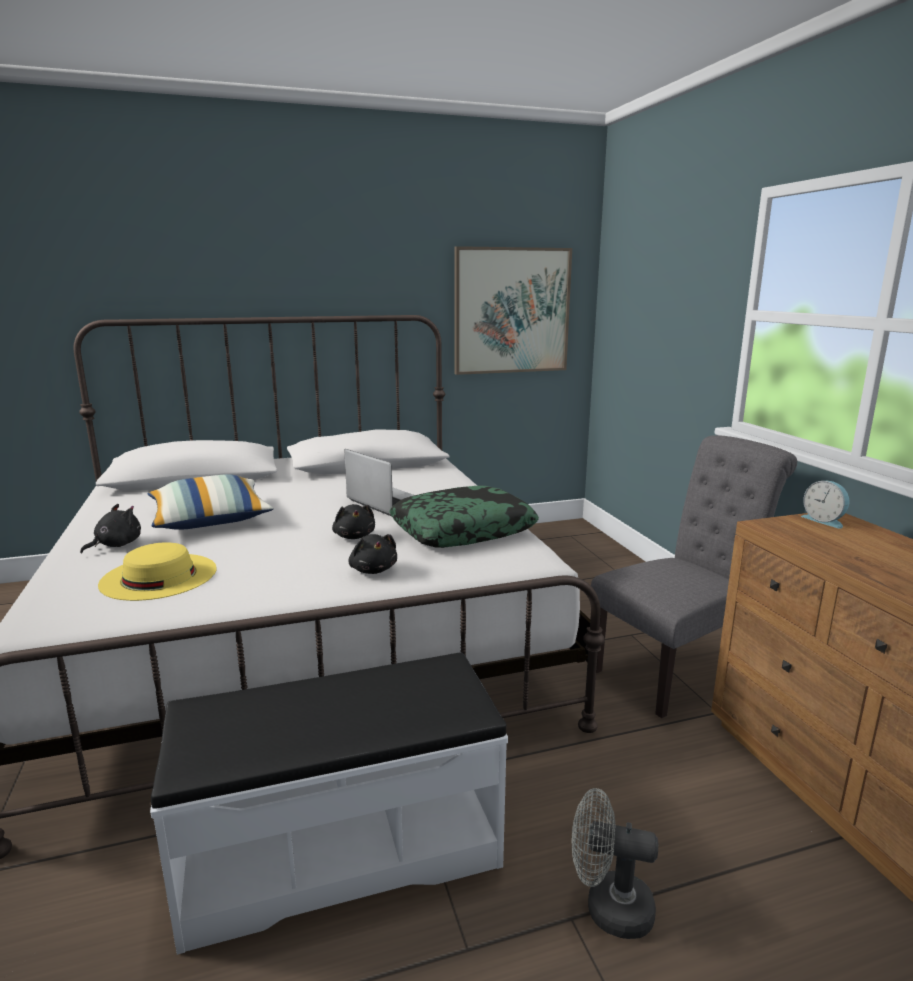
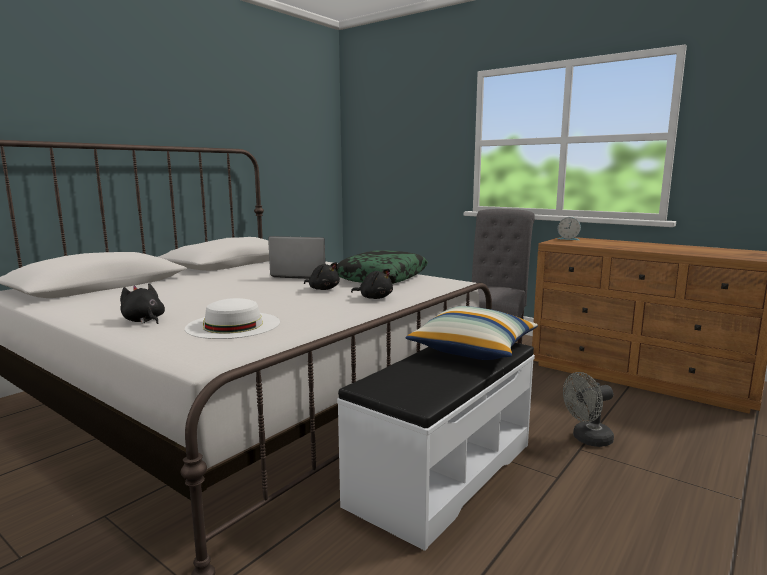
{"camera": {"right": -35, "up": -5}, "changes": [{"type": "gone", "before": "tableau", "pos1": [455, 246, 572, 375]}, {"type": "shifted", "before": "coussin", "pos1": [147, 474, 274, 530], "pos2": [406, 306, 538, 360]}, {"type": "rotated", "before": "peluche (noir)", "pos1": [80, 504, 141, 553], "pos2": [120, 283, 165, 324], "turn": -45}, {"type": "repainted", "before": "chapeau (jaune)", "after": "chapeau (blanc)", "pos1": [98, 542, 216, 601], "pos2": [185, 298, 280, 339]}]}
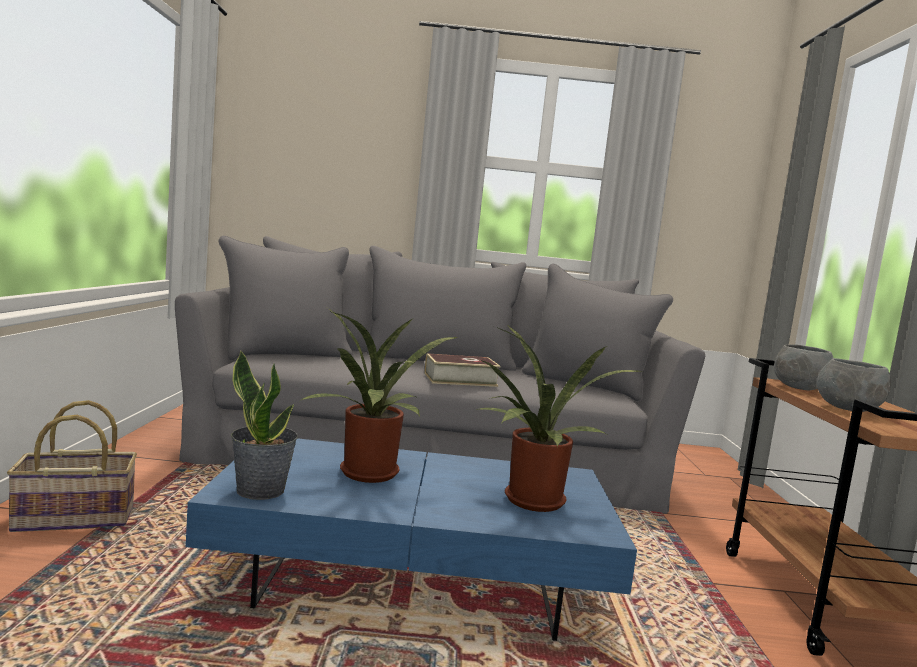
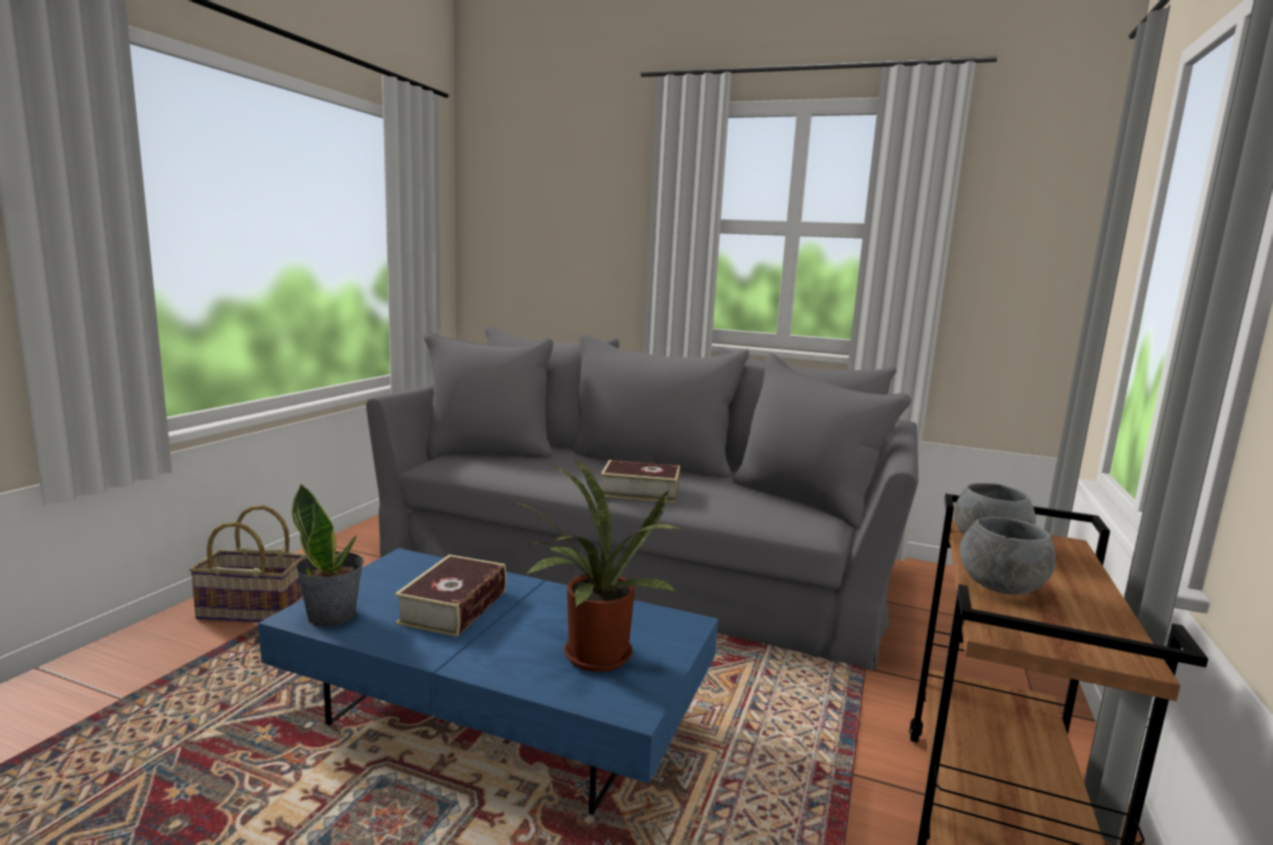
{"camera": {"right": 20, "up": 5}, "changes": [{"type": "swapped", "before": "plante en pot", "after": "livre", "pos1": [300, 308, 457, 483], "pos2": [395, 555, 507, 637]}]}
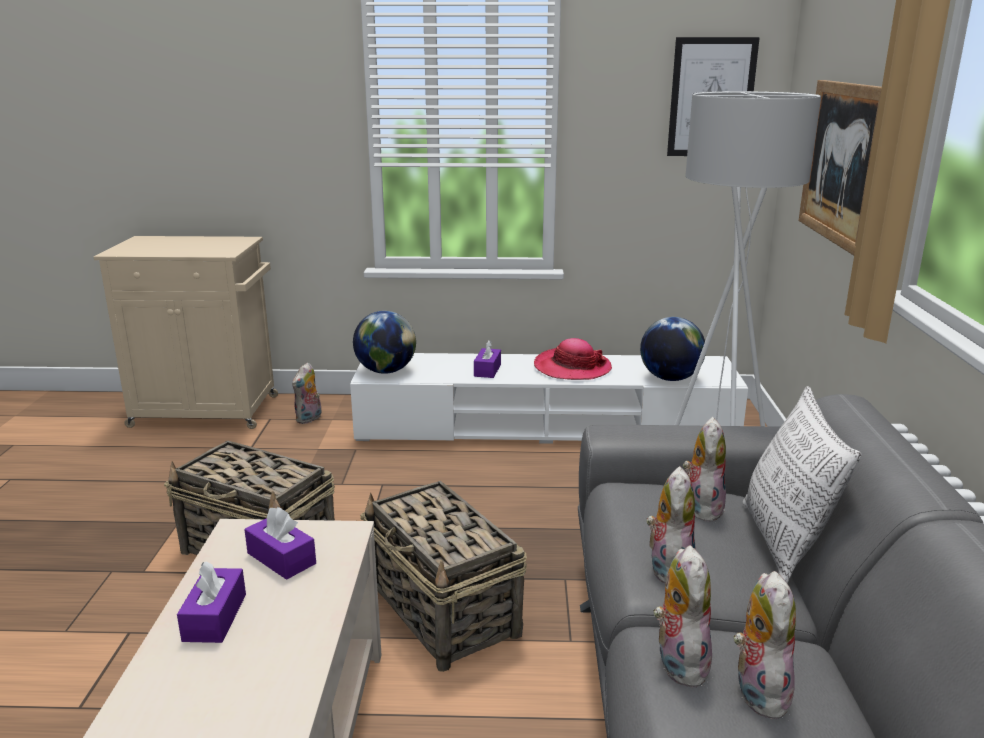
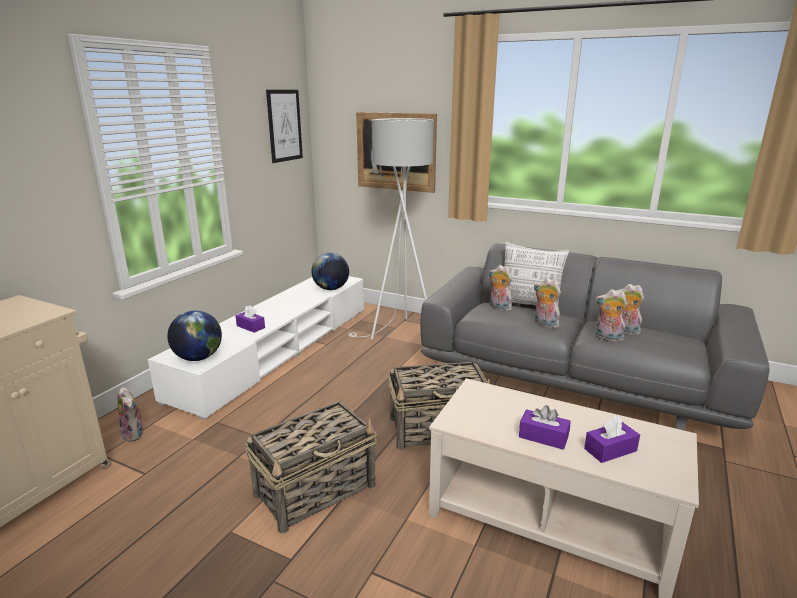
{"camera": {"right": -65, "up": 0}, "changes": [{"type": "gone", "before": "chapeau", "pos1": [534, 338, 612, 380]}, {"type": "shifted", "before": "boîte à mouchoirs (violet)", "pos1": [244, 507, 316, 580], "pos2": [584, 415, 640, 463]}]}
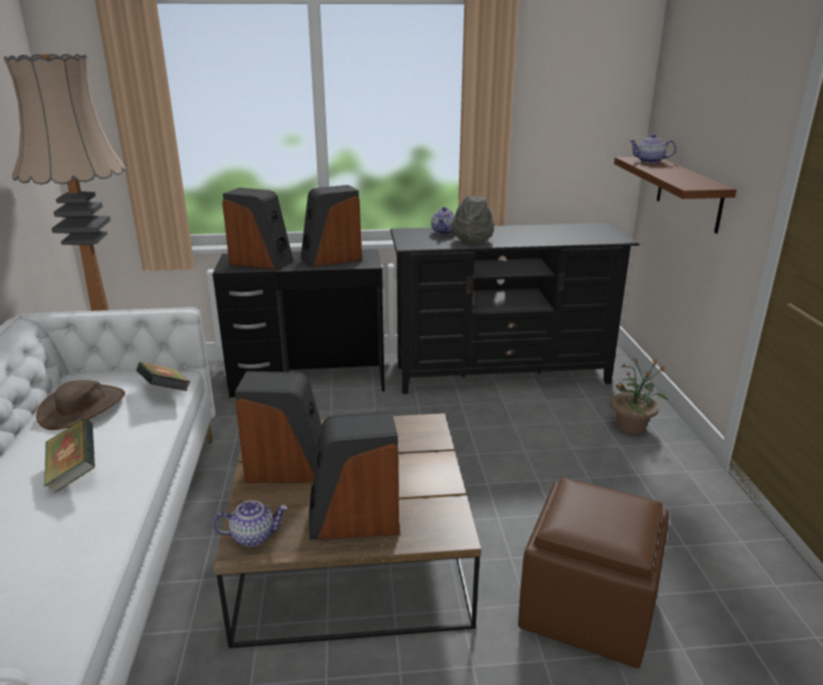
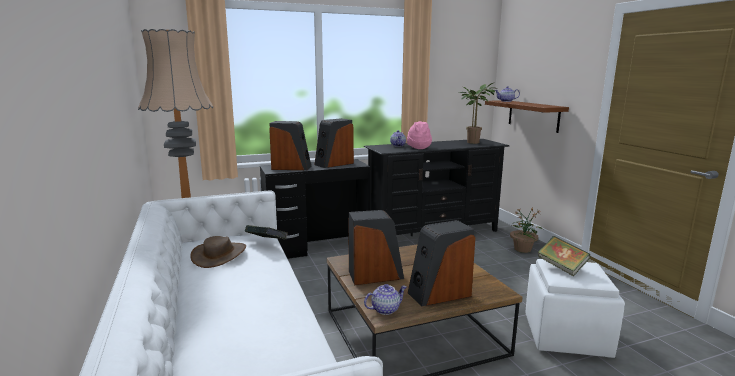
{"camera": {"right": -15, "up": -10}, "changes": [{"type": "repainted", "before": "chapeau (gris)", "after": "chapeau (rose)", "pos1": [452, 195, 494, 244], "pos2": [407, 121, 432, 149]}, {"type": "shifted", "before": "livre", "pos1": [44, 418, 95, 493], "pos2": [538, 236, 590, 277]}, {"type": "repainted", "before": "pouf (marron)", "after": "pouf (blanc)", "pos1": [518, 477, 669, 668], "pos2": [525, 259, 625, 358]}, {"type": "new", "after": "plante en pot", "pos2": [459, 82, 498, 144]}]}
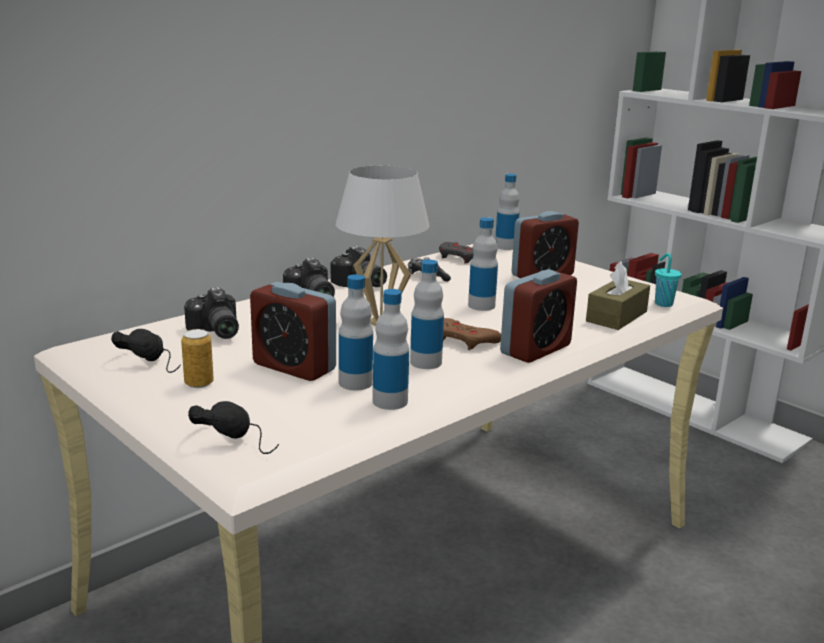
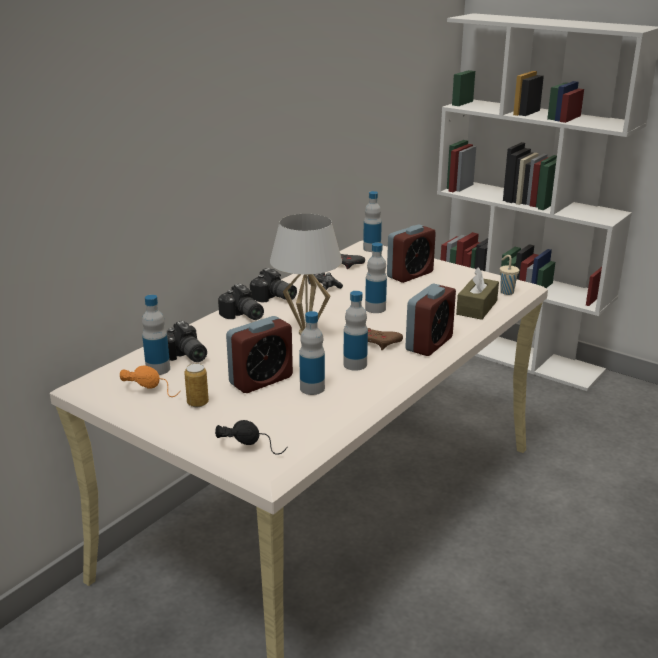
{"camera": {"right": -10, "up": 5}, "changes": [{"type": "repainted", "before": "tasse (turquoise)", "after": "tasse (beige)", "pos1": [655, 253, 682, 307], "pos2": [500, 255, 519, 295]}, {"type": "rotated", "before": "réveil", "pos1": [250, 282, 336, 381], "pos2": [226, 316, 293, 393], "turn": -60}, {"type": "shifted", "before": "bouteille", "pos1": [373, 289, 409, 410], "pos2": [142, 295, 170, 375]}, {"type": "repainted", "before": "casque audio (noir)", "after": "casque audio (orange)", "pos1": [111, 329, 180, 373], "pos2": [120, 365, 181, 397]}]}
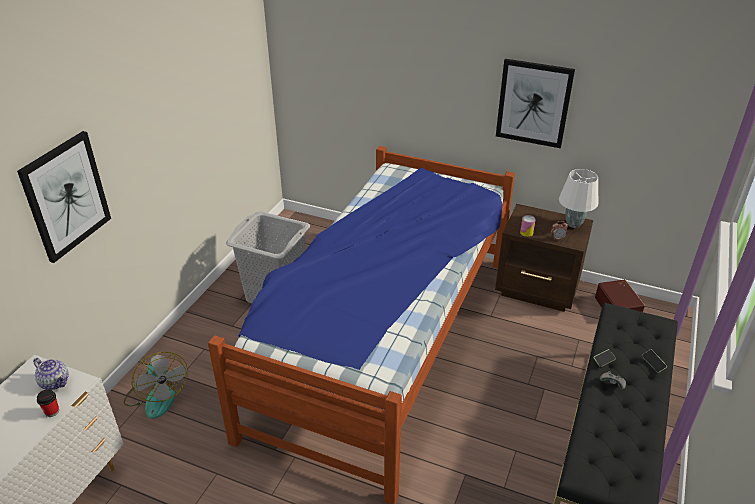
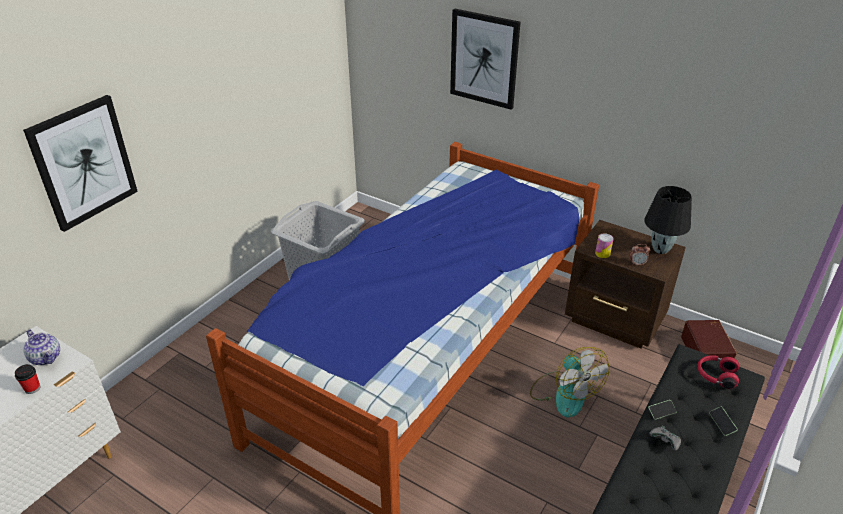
{"camera": {"right": 10, "up": 0}, "changes": [{"type": "shifted", "before": "tableau", "pos1": [496, 59, 575, 148], "pos2": [450, 9, 521, 110]}, {"type": "repainted", "before": "lampe de table (blanc)", "after": "lampe de table (noir)", "pos1": [559, 169, 598, 228], "pos2": [644, 186, 692, 254]}, {"type": "shifted", "before": "ventilateur", "pos1": [123, 352, 188, 419], "pos2": [530, 347, 610, 418]}, {"type": "new", "after": "casque audio (rouge)", "pos2": [697, 355, 739, 389]}]}
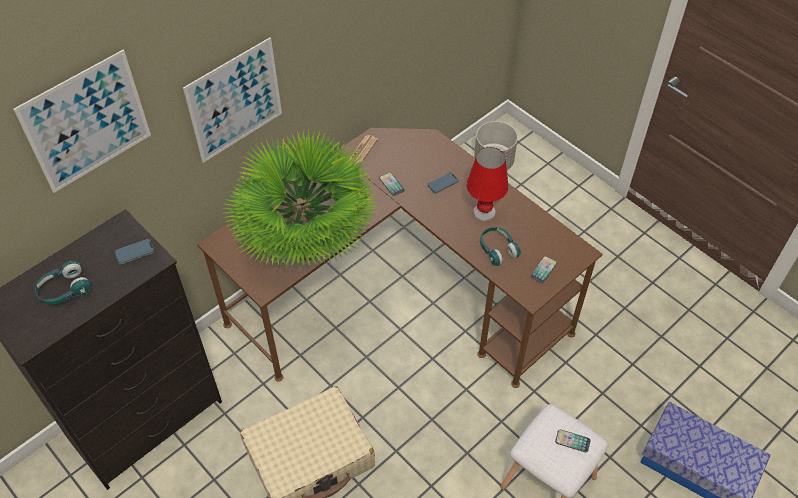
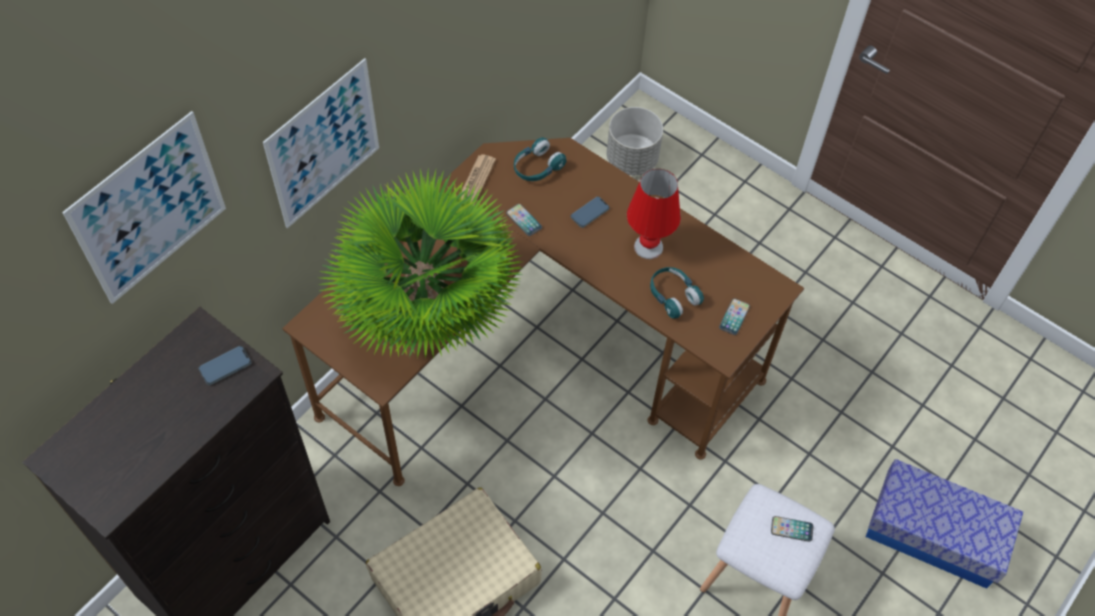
{"camera": {"right": -10, "up": 5}, "changes": [{"type": "shifted", "before": "casque audio (turquoise)", "pos1": [35, 260, 91, 305], "pos2": [514, 137, 566, 181]}]}
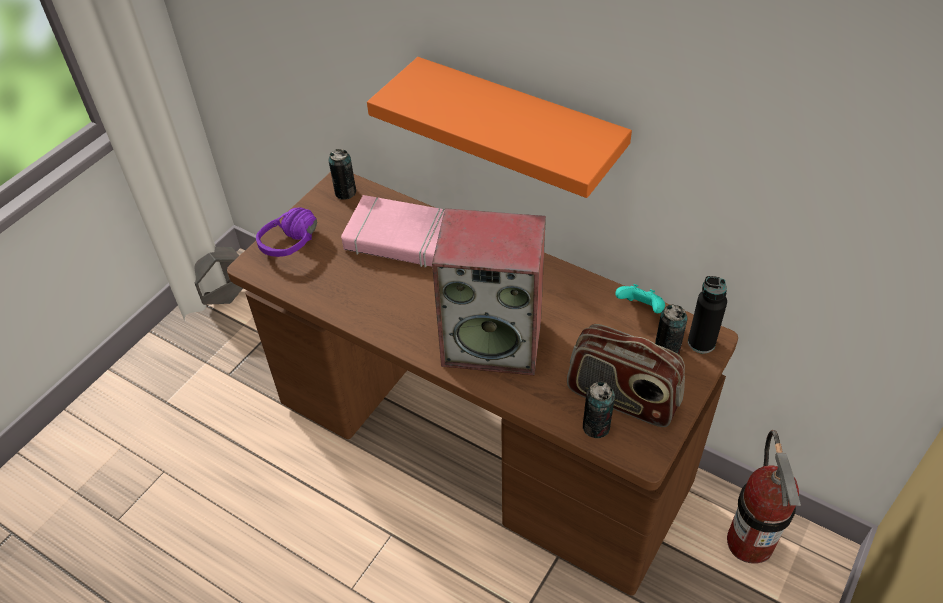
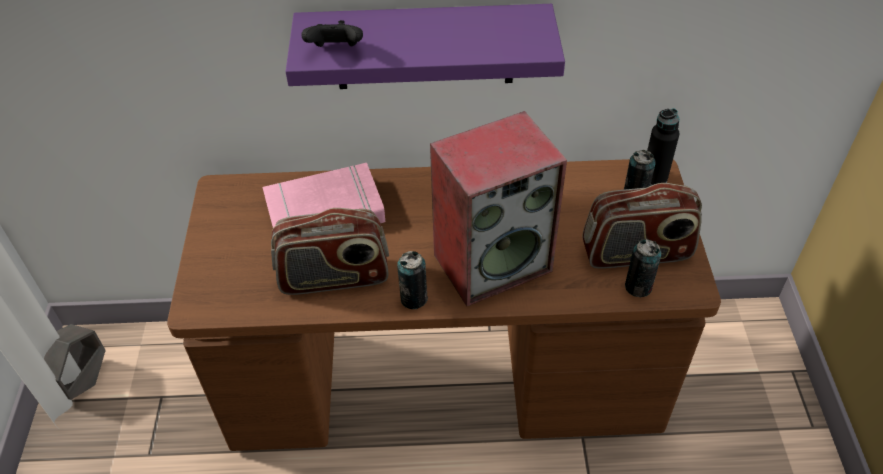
{"camera": {"right": -35, "up": 0}, "changes": [{"type": "repainted", "before": "étagère (orange)", "after": "étagère (violet)", "pos1": [367, 57, 632, 198], "pos2": [285, 4, 565, 89]}, {"type": "shifted", "before": "boîte métallique", "pos1": [329, 149, 356, 199], "pos2": [397, 251, 428, 309]}, {"type": "gone", "before": "casque audio (violet)", "pos1": [256, 207, 317, 257]}, {"type": "gone", "before": "manette (turquoise)", "pos1": [615, 284, 665, 313]}, {"type": "gone", "before": "extincteur", "pos1": [727, 430, 801, 564]}, {"type": "new", "after": "manette (noir)", "pos2": [302, 20, 363, 47]}, {"type": "new", "after": "radio", "pos2": [271, 208, 389, 295]}]}
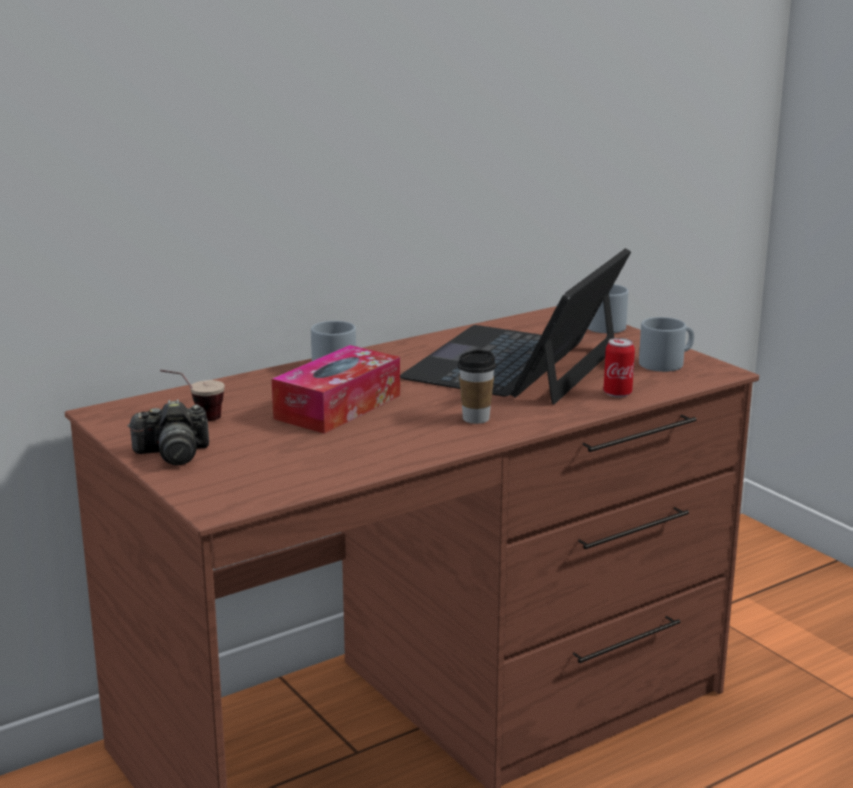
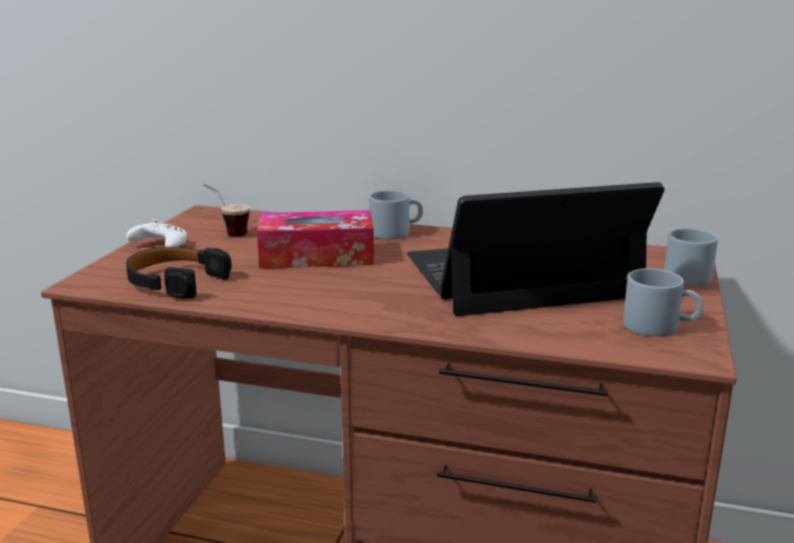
{"camera": {"right": 50, "up": 0}, "changes": [{"type": "gone", "before": "boîte métallique", "pos1": [604, 338, 635, 397]}, {"type": "gone", "before": "tasse", "pos1": [458, 350, 496, 424]}, {"type": "swapped", "before": "appareil photo", "after": "manette (blanc)", "pos1": [127, 399, 209, 465], "pos2": [126, 219, 187, 247]}, {"type": "new", "after": "casque audio (noir)", "pos2": [126, 247, 232, 298]}]}
